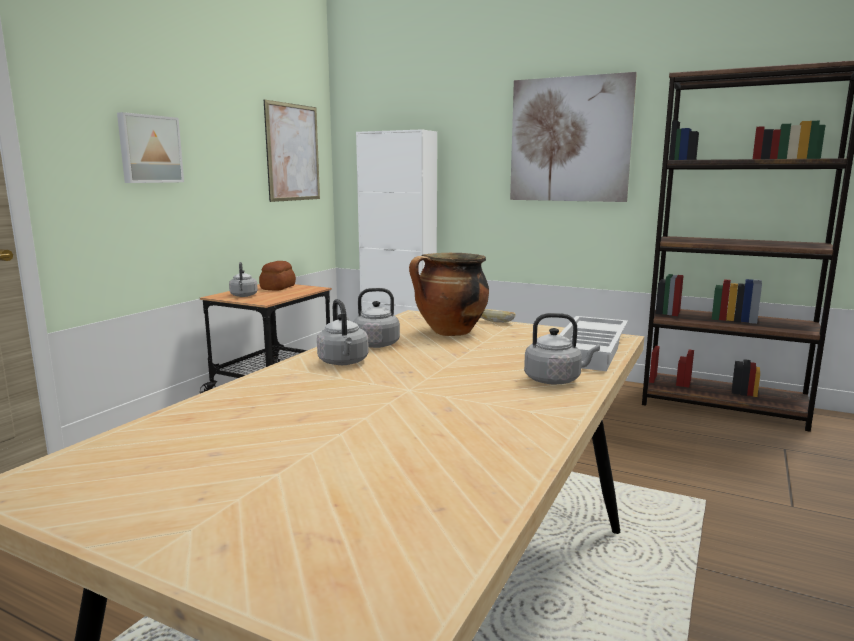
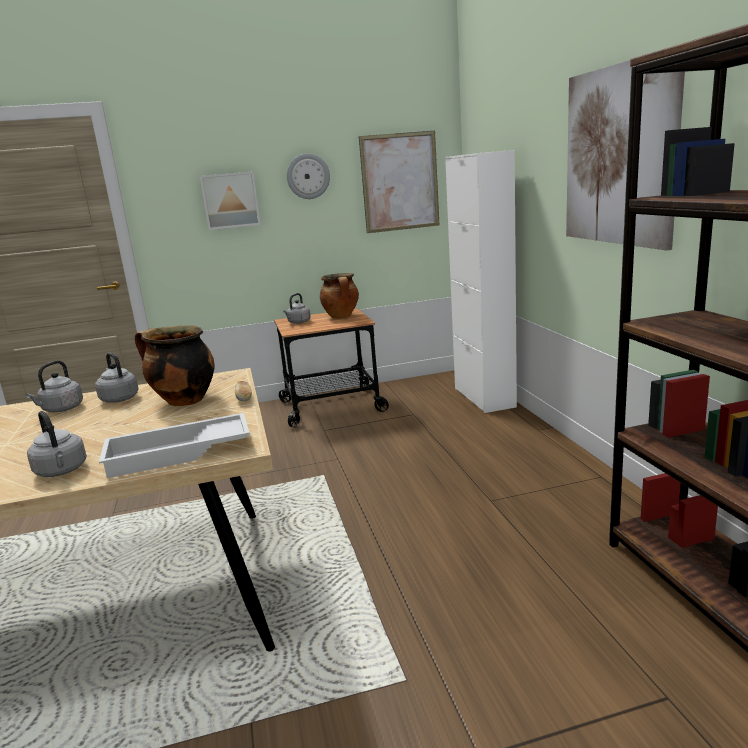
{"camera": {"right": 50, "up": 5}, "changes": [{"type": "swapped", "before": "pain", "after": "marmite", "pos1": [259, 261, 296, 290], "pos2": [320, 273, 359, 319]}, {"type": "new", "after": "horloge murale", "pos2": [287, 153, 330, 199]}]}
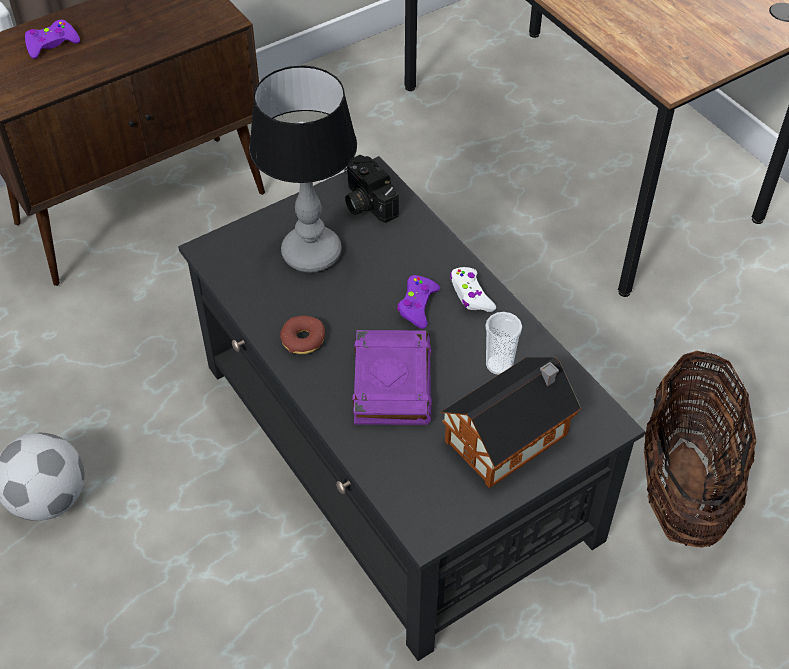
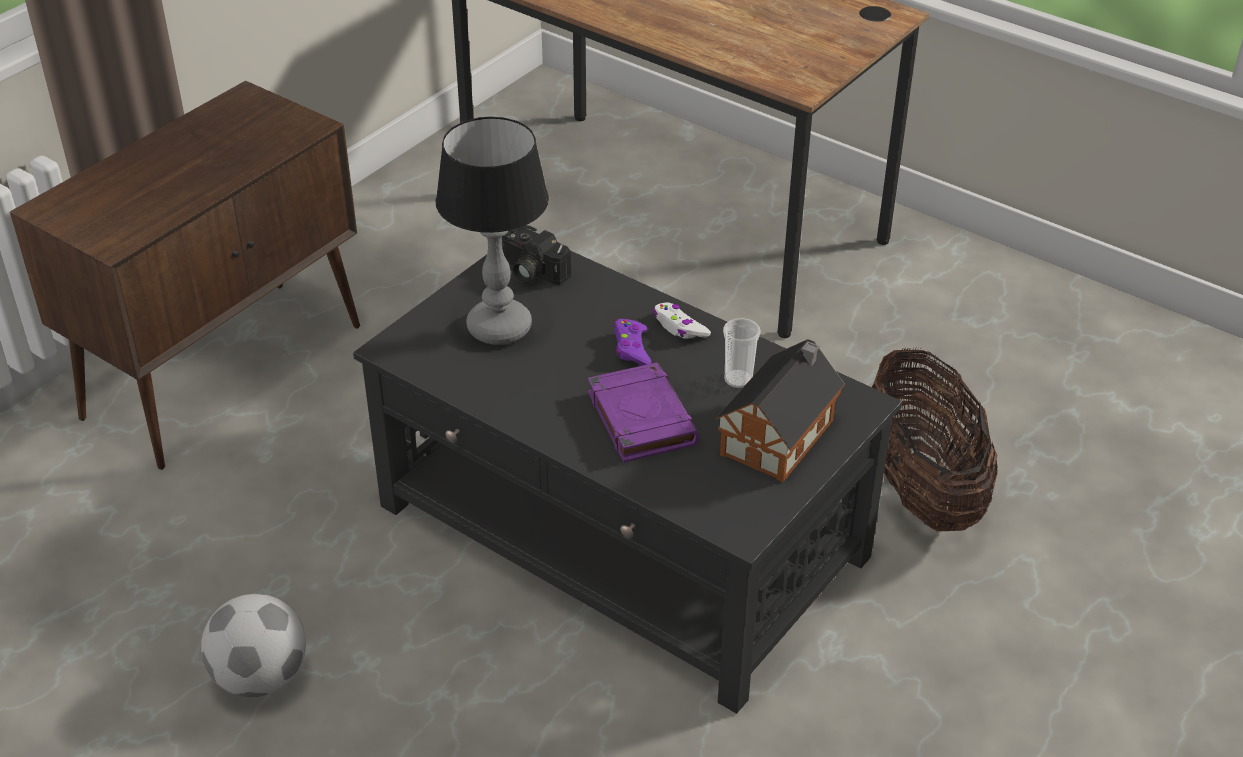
{"camera": {"right": -20, "up": -10}, "changes": [{"type": "gone", "before": "manette (violet)", "pos1": [25, 20, 80, 59]}, {"type": "gone", "before": "beignet", "pos1": [280, 316, 325, 354]}]}
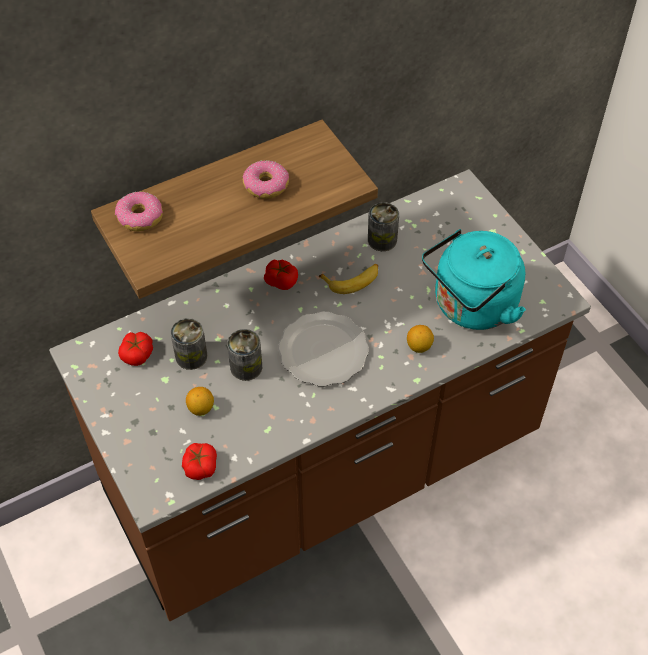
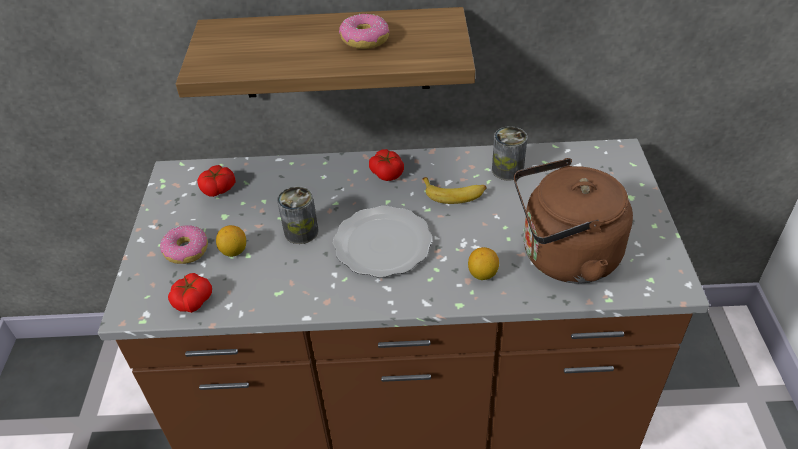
{"camera": {"right": 30, "up": -10}, "changes": [{"type": "shifted", "before": "beignet", "pos1": [115, 191, 163, 231], "pos2": [160, 225, 208, 264]}, {"type": "repainted", "before": "bouilloire (turquoise)", "after": "bouilloire (marron)", "pos1": [422, 229, 526, 330], "pos2": [514, 158, 633, 284]}, {"type": "gone", "before": "boîte métallique", "pos1": [171, 318, 207, 370]}]}
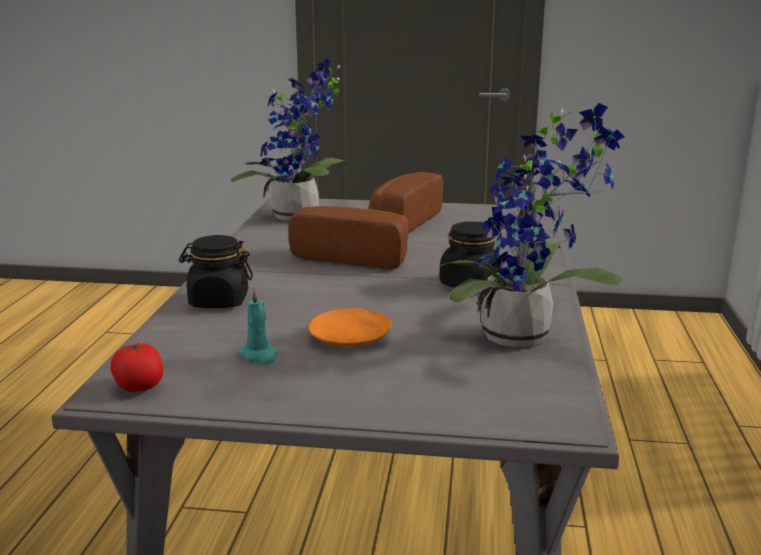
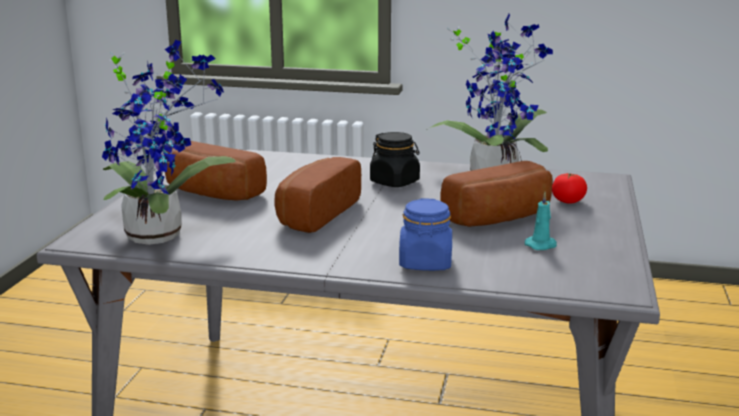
{"camera": {"right": -85, "up": 0}, "changes": [{"type": "repainted", "before": "bocal (noir)", "after": "bocal (bleu)", "pos1": [179, 235, 253, 308], "pos2": [399, 198, 452, 271]}, {"type": "swapped", "before": "assiette (orange)", "after": "pain", "pos1": [308, 308, 392, 346], "pos2": [441, 161, 553, 227]}, {"type": "shifted", "before": "tomate", "pos1": [110, 342, 163, 392], "pos2": [552, 173, 587, 204]}]}
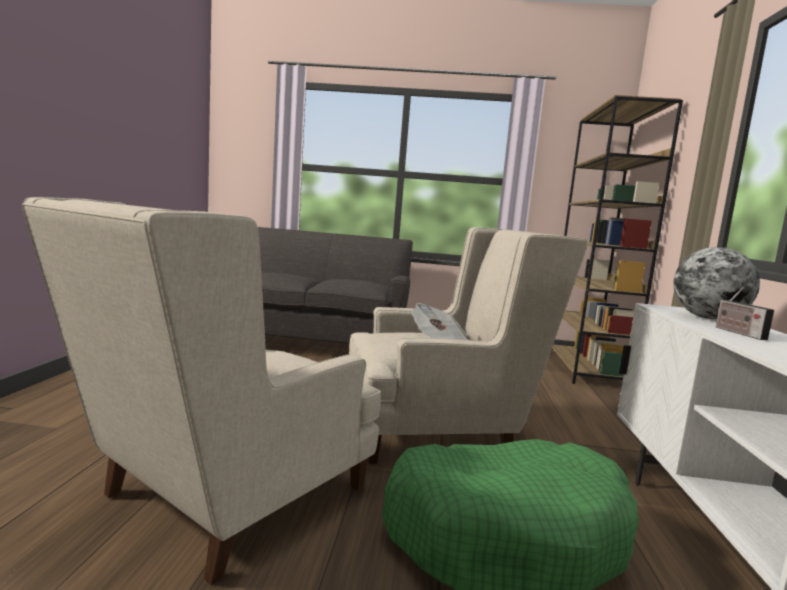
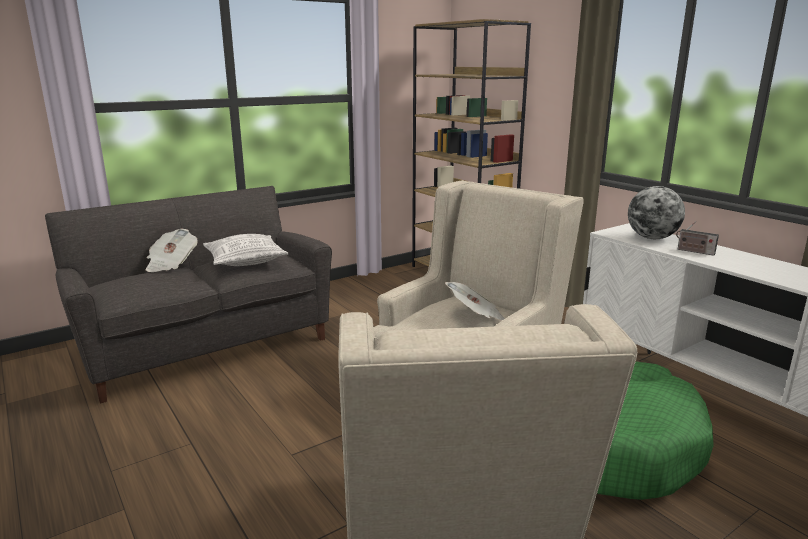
{"camera": {"right": -40, "up": 10}, "changes": [{"type": "new", "after": "journal", "pos2": [145, 229, 198, 272]}, {"type": "new", "after": "coussin", "pos2": [203, 234, 288, 266]}]}
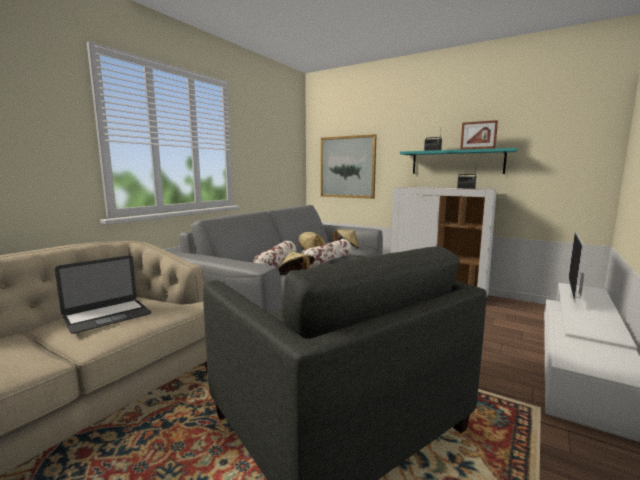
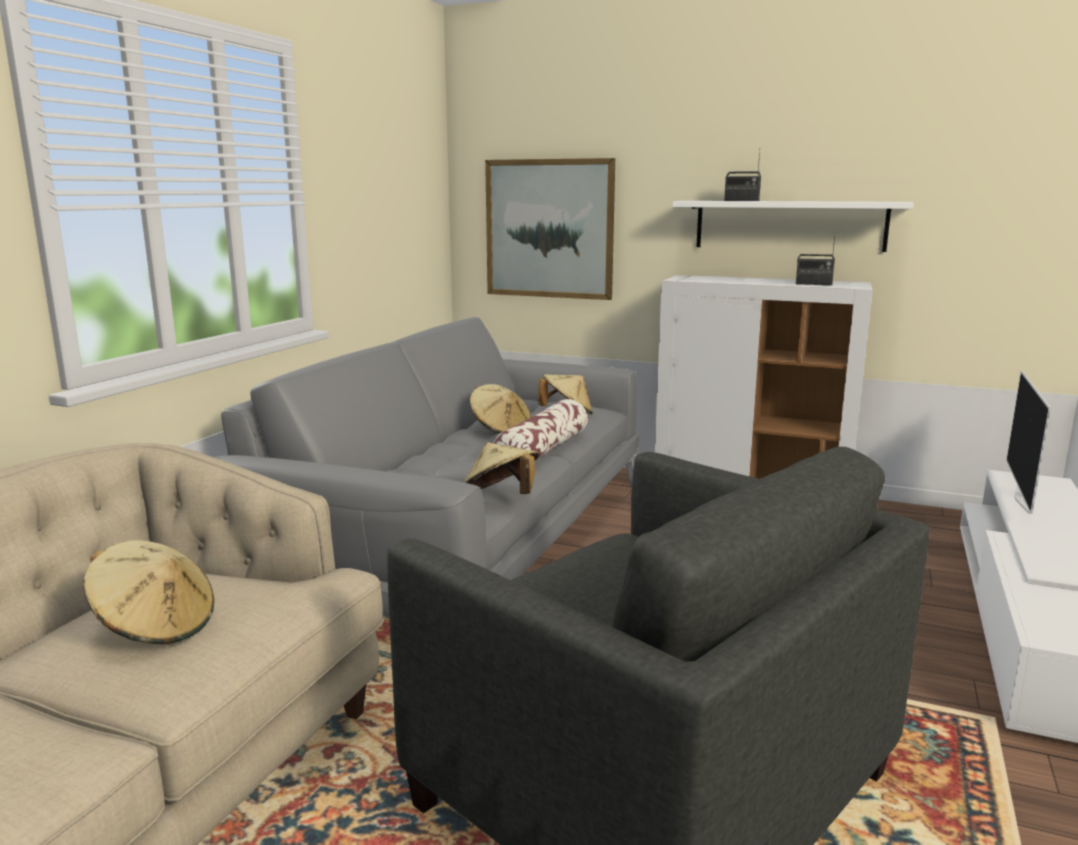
{"camera": {"right": -10, "up": 5}, "changes": [{"type": "gone", "before": "cadre photo", "pos1": [460, 120, 498, 150]}, {"type": "repainted", "before": "étagère (turquoise)", "after": "étagère (blanc)", "pos1": [400, 148, 518, 174], "pos2": [673, 201, 914, 252]}, {"type": "gone", "before": "coussin", "pos1": [253, 241, 296, 267]}, {"type": "swapped", "before": "ordinateur portable", "after": "chapeau (beige)", "pos1": [55, 255, 152, 334], "pos2": [83, 540, 214, 644]}]}
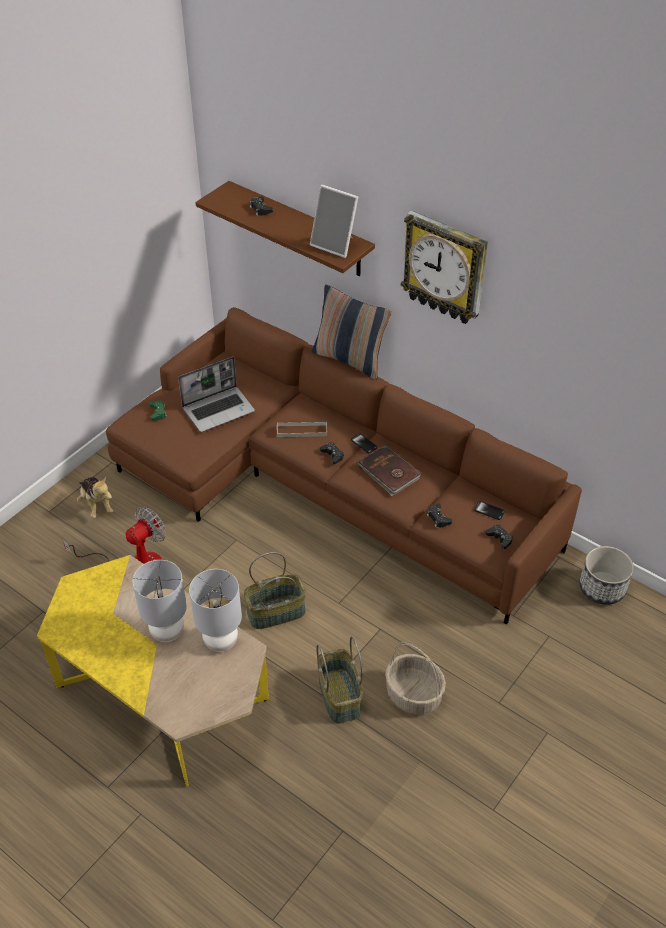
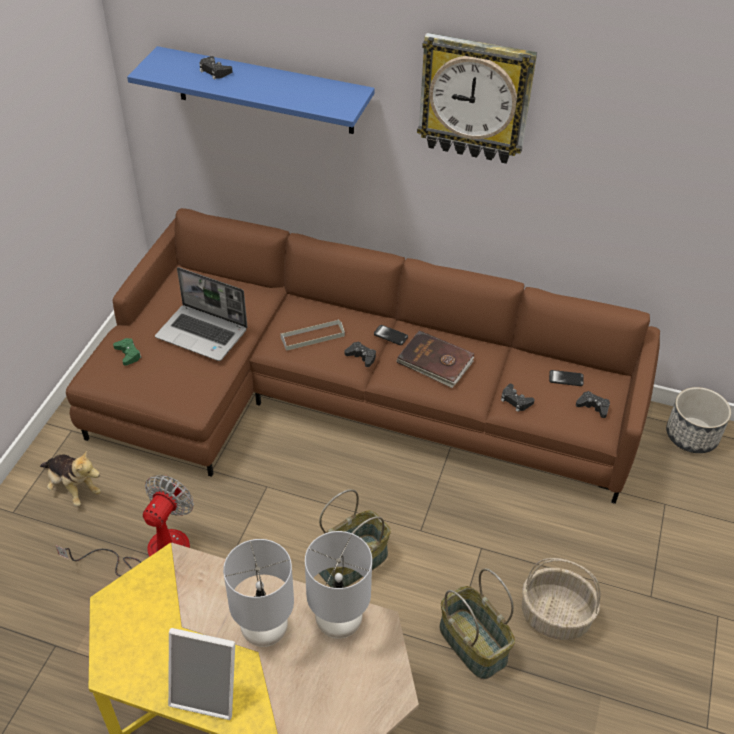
{"camera": {"right": -20, "up": 0}, "changes": [{"type": "repainted", "before": "étagère (marron)", "after": "étagère (bleu)", "pos1": [195, 181, 375, 276], "pos2": [127, 46, 375, 134]}, {"type": "shifted", "before": "cadre photo", "pos1": [310, 184, 358, 258], "pos2": [168, 628, 235, 720]}, {"type": "gone", "before": "coussin", "pos1": [312, 285, 392, 380]}, {"type": "rotated", "before": "ordinateur portable", "pos1": [178, 356, 255, 432], "pos2": [155, 267, 247, 361], "turn": 75}]}
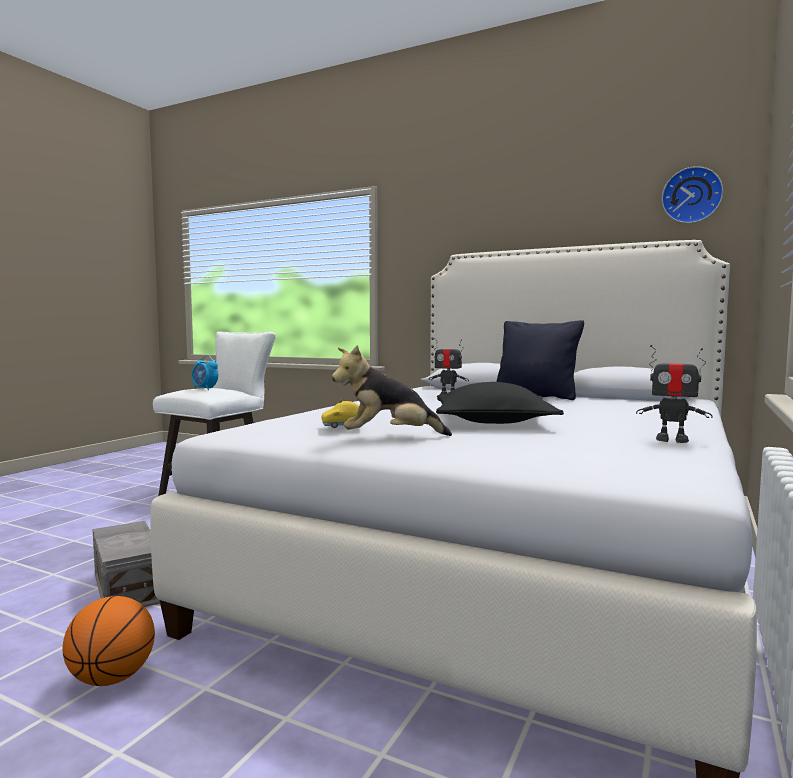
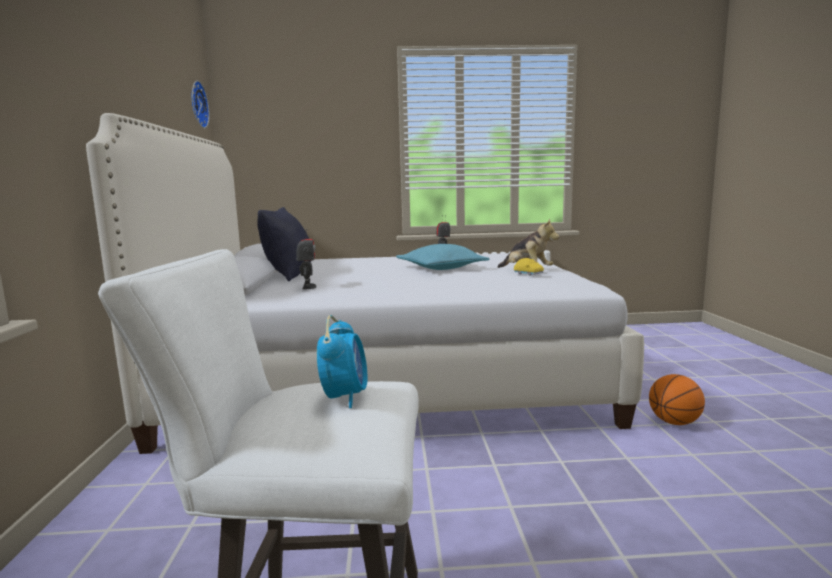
{"camera": {"right": -120, "up": 5}, "changes": [{"type": "repainted", "before": "coussin (noir)", "after": "coussin (turquoise)", "pos1": [436, 382, 564, 424], "pos2": [396, 244, 490, 270]}, {"type": "gone", "before": "boîte de rangement (gris)", "pos1": [93, 521, 160, 607]}]}
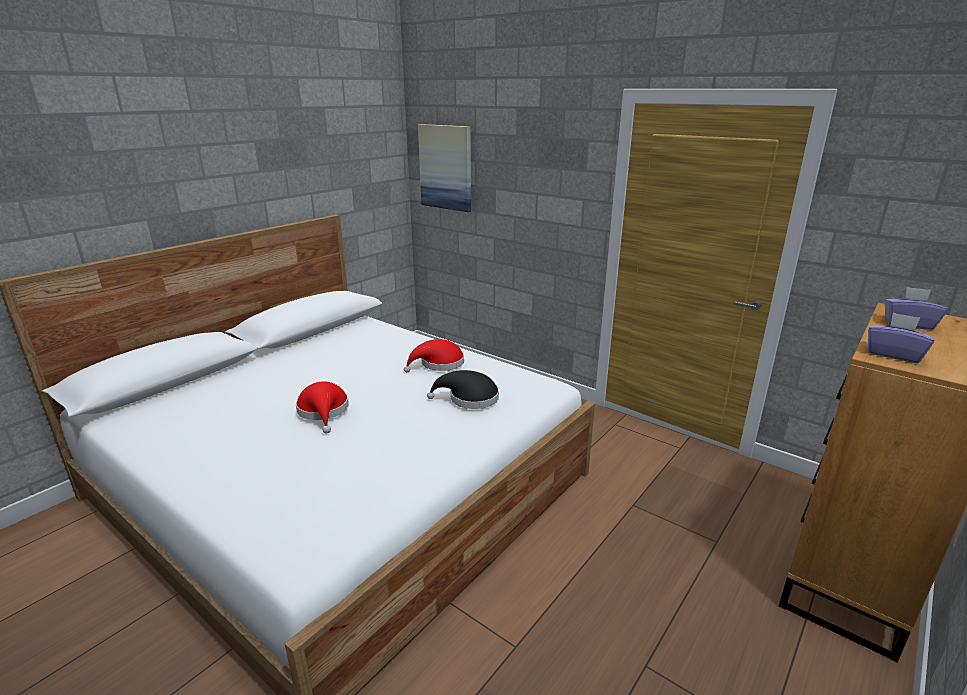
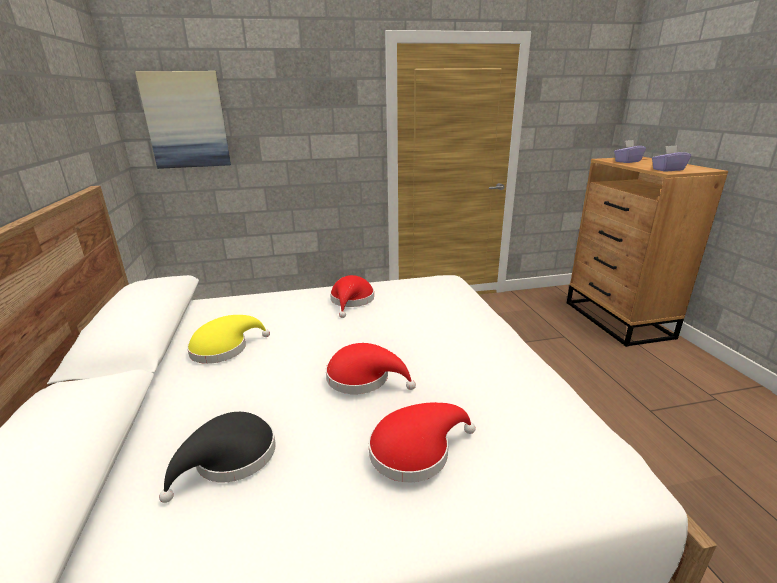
{"camera": {"right": -50, "up": 0}, "changes": [{"type": "shifted", "before": "chapeau (noir)", "pos1": [427, 370, 499, 409], "pos2": [159, 412, 276, 503]}, {"type": "new", "after": "chapeau (jaune)", "pos2": [187, 315, 270, 364]}, {"type": "new", "after": "chapeau (rouge)", "pos2": [369, 402, 476, 483]}]}
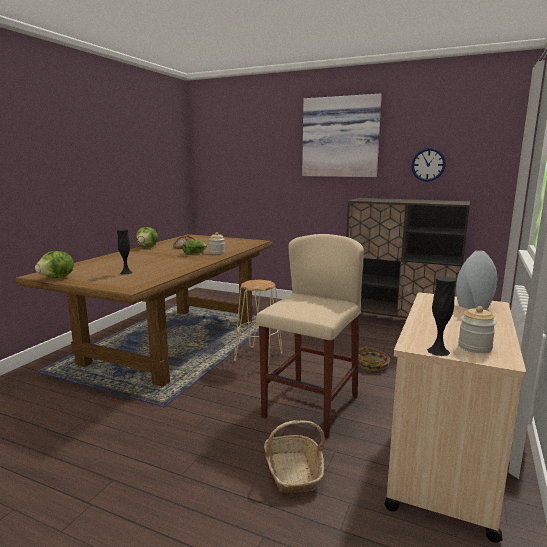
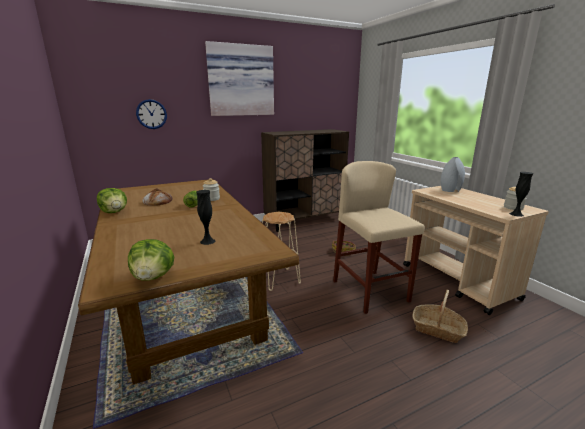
{"camera": {"right": -50, "up": 5}, "changes": [{"type": "shifted", "before": "horloge murale", "pos1": [411, 148, 446, 182], "pos2": [136, 99, 167, 129]}]}
